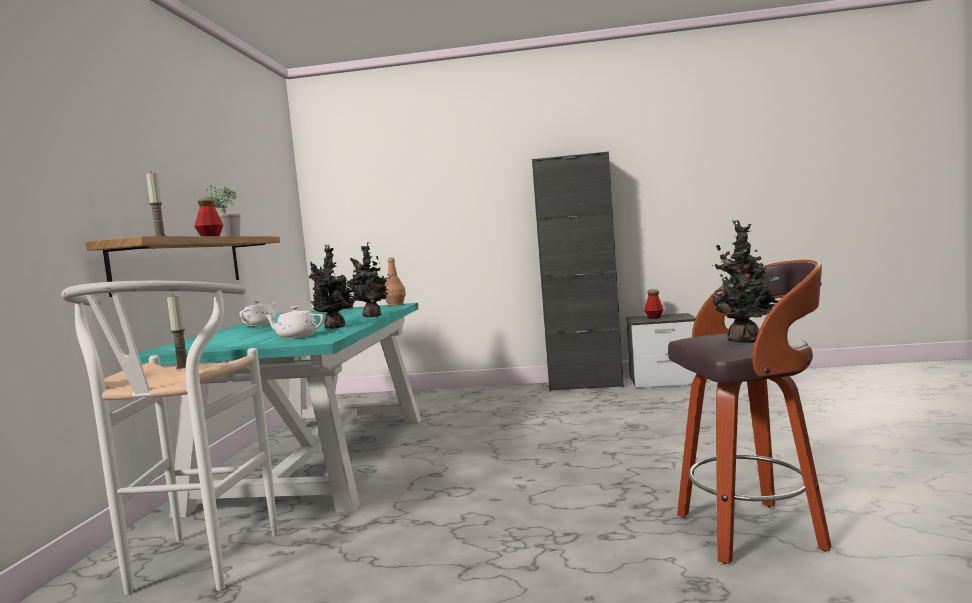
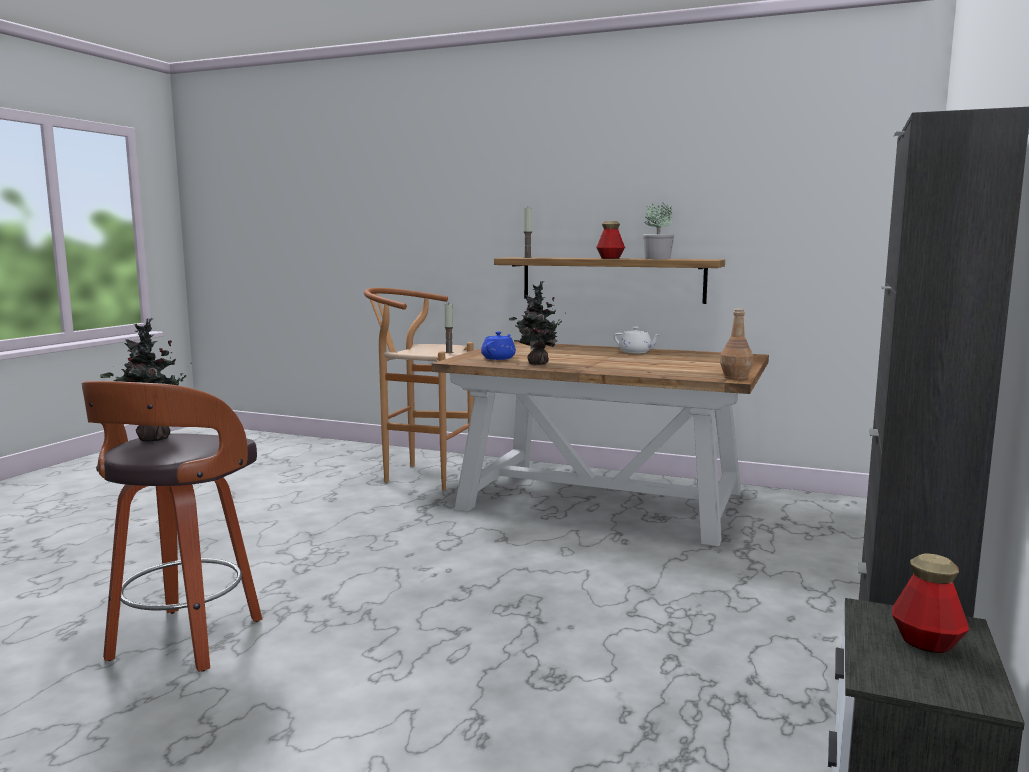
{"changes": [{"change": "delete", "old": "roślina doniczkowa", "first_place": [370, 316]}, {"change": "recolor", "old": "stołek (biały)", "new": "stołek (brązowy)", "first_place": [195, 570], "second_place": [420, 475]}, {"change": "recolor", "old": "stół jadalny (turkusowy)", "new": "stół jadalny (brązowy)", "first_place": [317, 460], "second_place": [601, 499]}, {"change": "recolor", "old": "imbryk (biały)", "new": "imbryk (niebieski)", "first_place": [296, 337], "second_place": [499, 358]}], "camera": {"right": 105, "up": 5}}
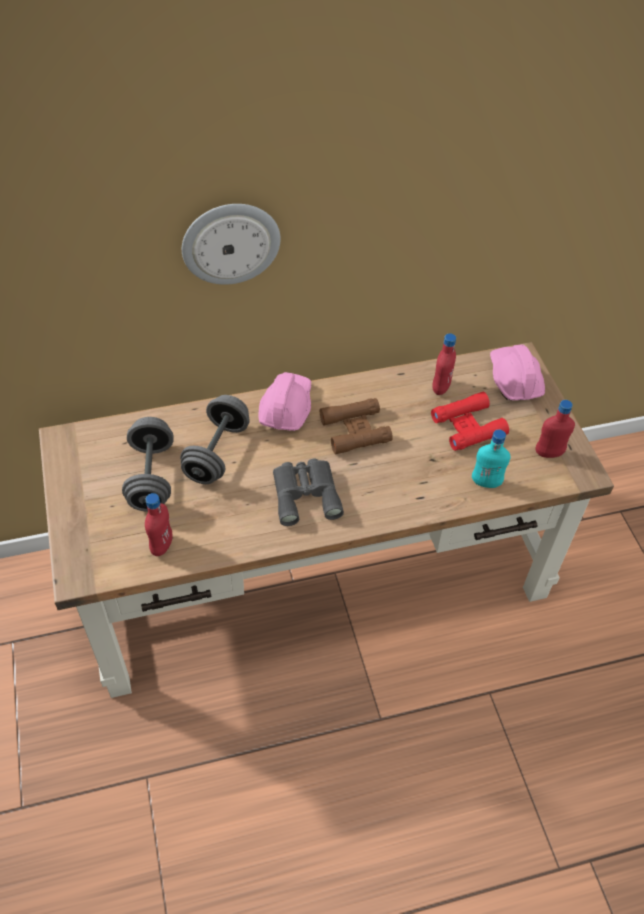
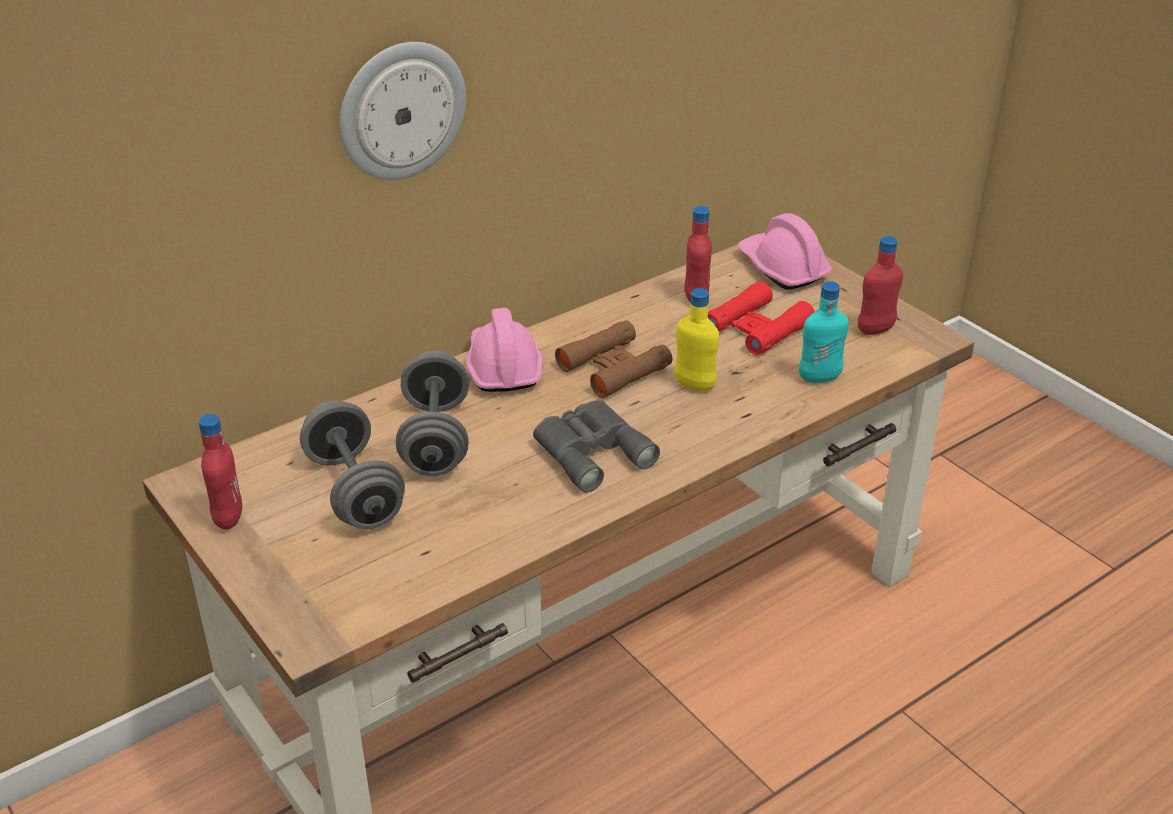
{"changes": [{"change": "move", "old": "butelka (czerwony)", "first_place": [162, 545], "second_place": [228, 518]}, {"change": "insert", "new": "butelka (żółty)", "second_place": [694, 385]}], "camera": {"right": -20, "up": -15}}
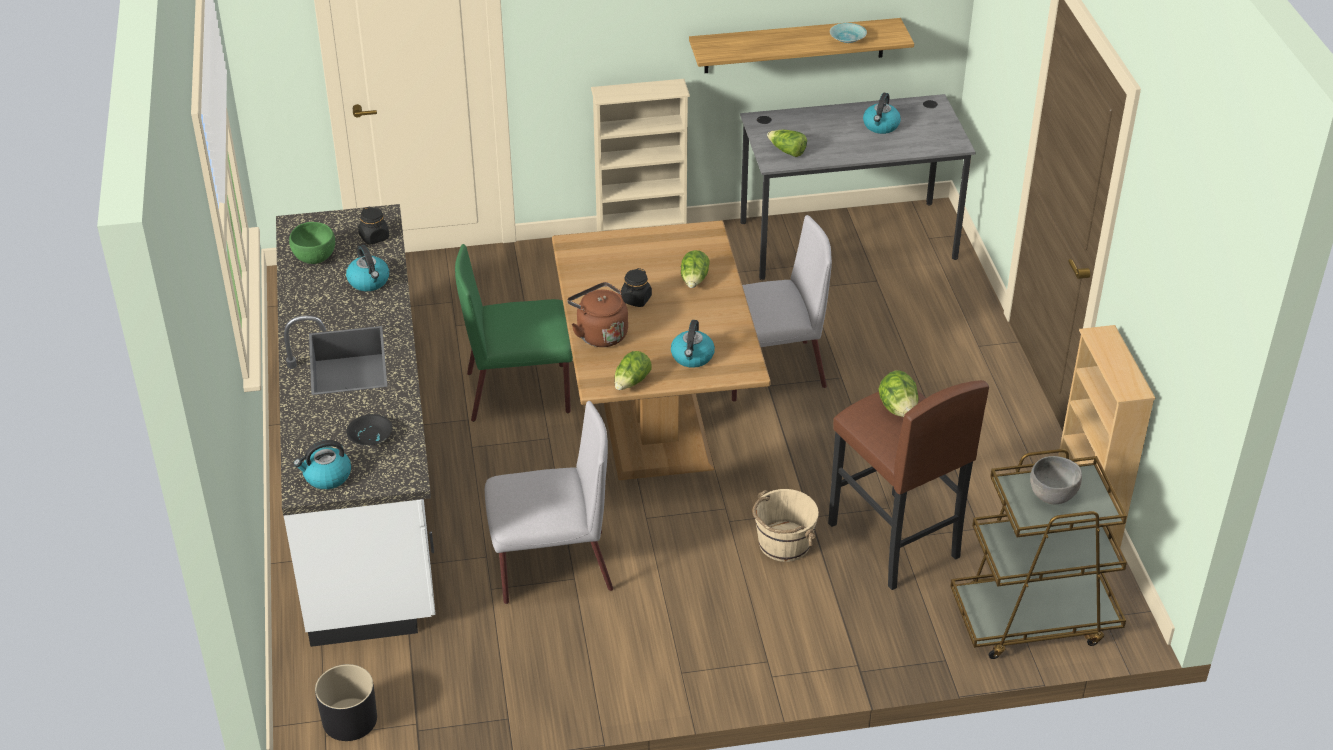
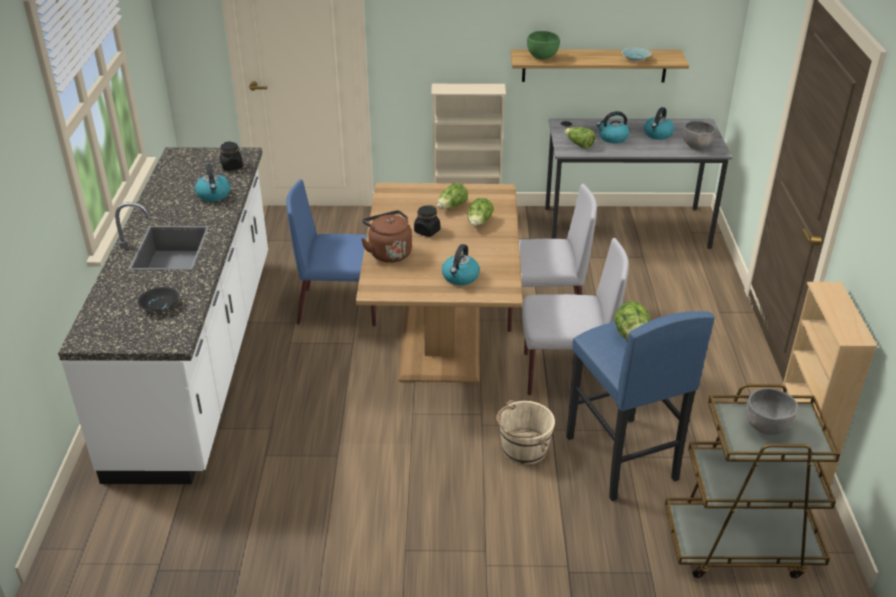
{"changes": [{"change": "move", "old": "miska (zielony)", "first_place": [314, 258], "second_place": [542, 57]}, {"change": "recolor", "old": "krzesło (zielony)", "new": "krzesło (niebieski)", "first_place": [520, 392], "second_place": [342, 307]}, {"change": "move", "old": "sałata", "first_place": [631, 382], "second_place": [452, 207]}, {"change": "recolor", "old": "stołek (brązowy)", "new": "stołek (niebieski)", "first_place": [893, 541], "second_place": [620, 458]}, {"change": "move", "old": "krzesło (szary)", "first_place": [551, 567], "second_place": [566, 374]}, {"change": "move", "old": "czajnik", "first_place": [327, 476], "second_place": [612, 138]}, {"change": "delete", "old": "donica (czarny)", "first_place": [349, 719]}, {"change": "insert", "new": "miska (szary)", "second_place": [697, 146]}], "camera": {"right": 10, "up": -5}}
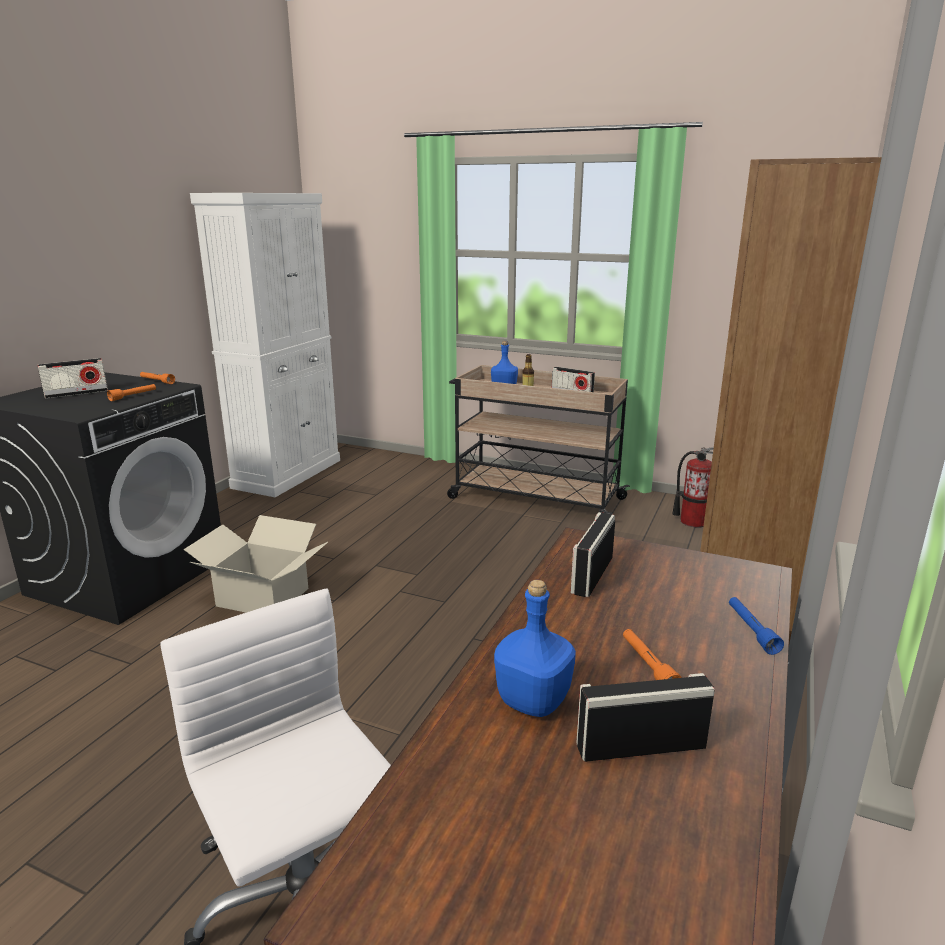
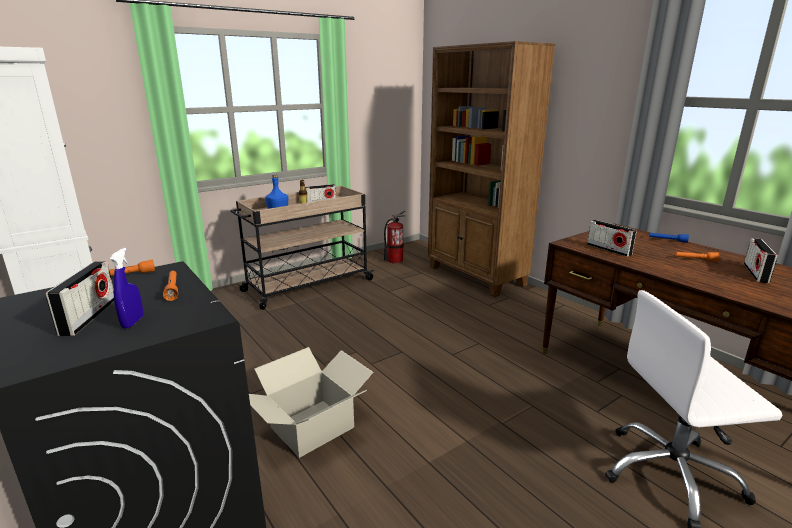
{"changes": [{"change": "delete", "old": "butelka (niebieski)", "first_place": [531, 700]}, {"change": "insert", "new": "spryskiwacz (niebieski)", "second_place": [133, 322]}], "camera": {"right": -60, "up": 0}}
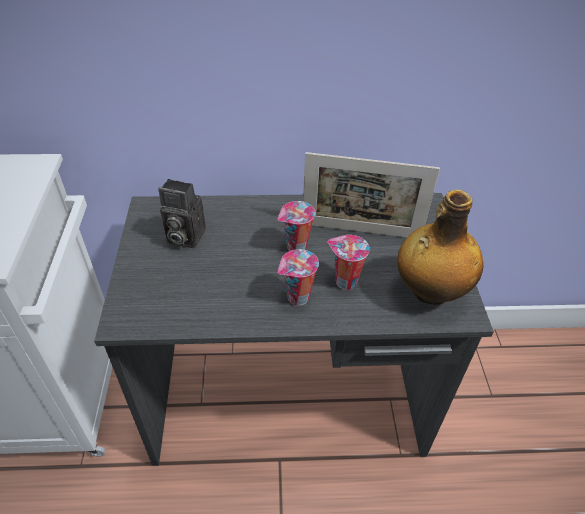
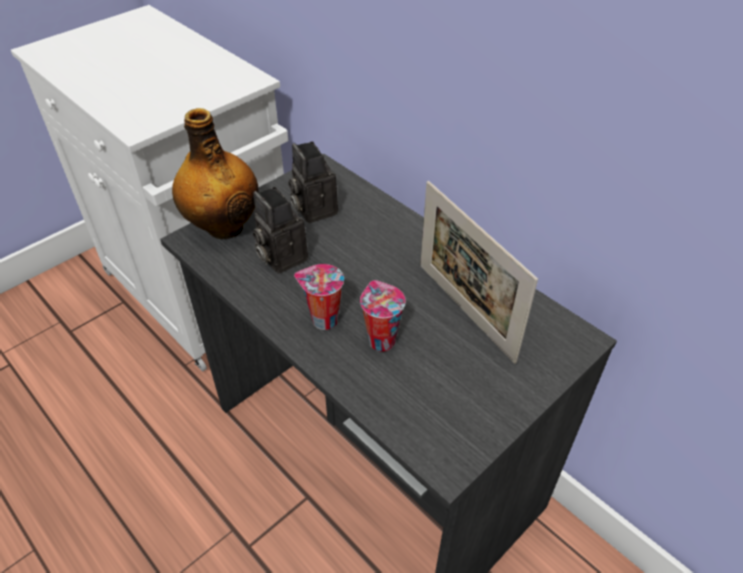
{"changes": [{"change": "move", "old": "butelka", "first_place": [429, 292], "second_place": [224, 226]}, {"change": "delete", "old": "filiżanka", "first_place": [295, 247]}, {"change": "insert", "new": "aparat fotograficzny", "second_place": [280, 257]}], "camera": {"right": 50, "up": 0}}
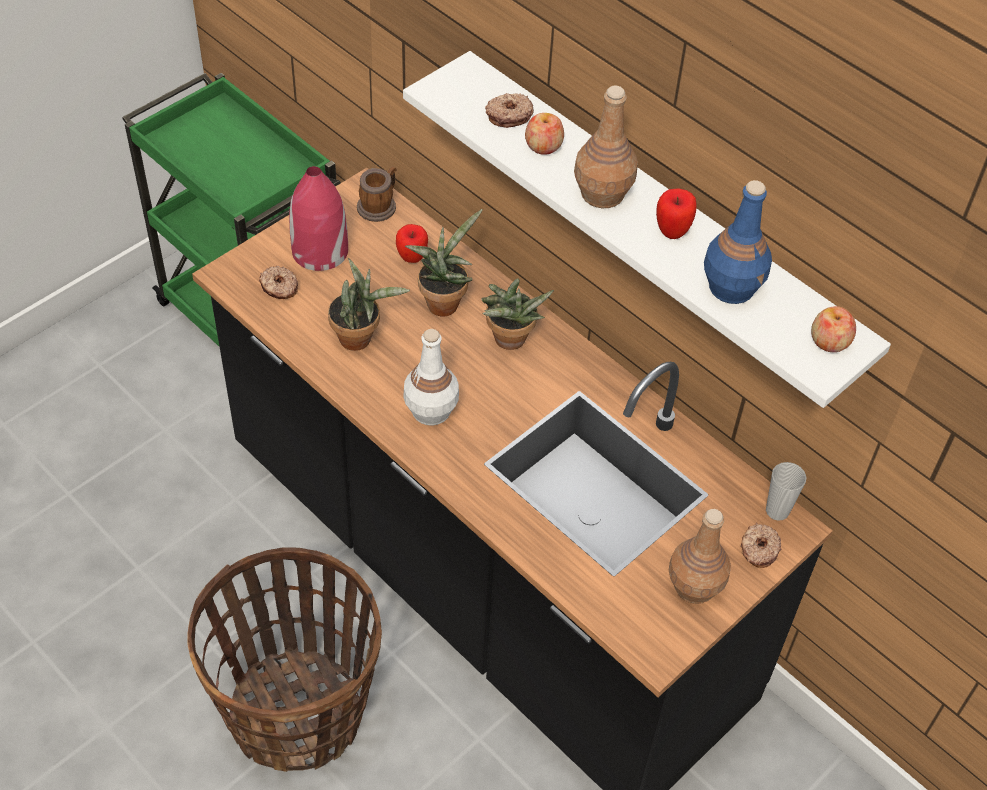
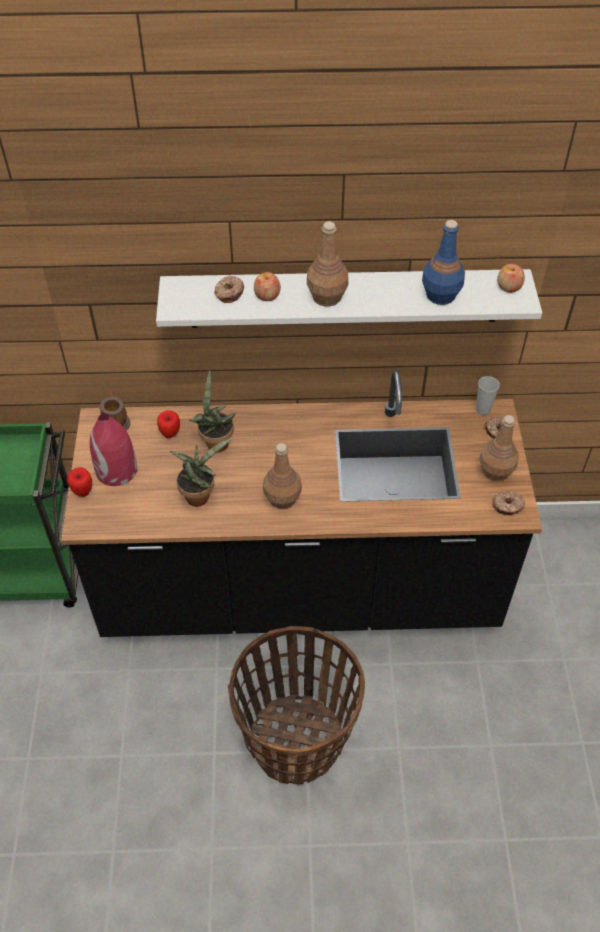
{"changes": [{"change": "move", "old": "jabłko", "first_place": [672, 231], "second_place": [83, 492]}, {"change": "move", "old": "donut", "first_place": [279, 288], "second_place": [507, 506]}, {"change": "delete", "old": "roślina doniczkowa", "first_place": [509, 342]}, {"change": "recolor", "old": "butelka (biały)", "new": "butelka (brązowy)", "first_place": [430, 410], "second_place": [282, 498]}], "camera": {"right": -45, "up": 0}}
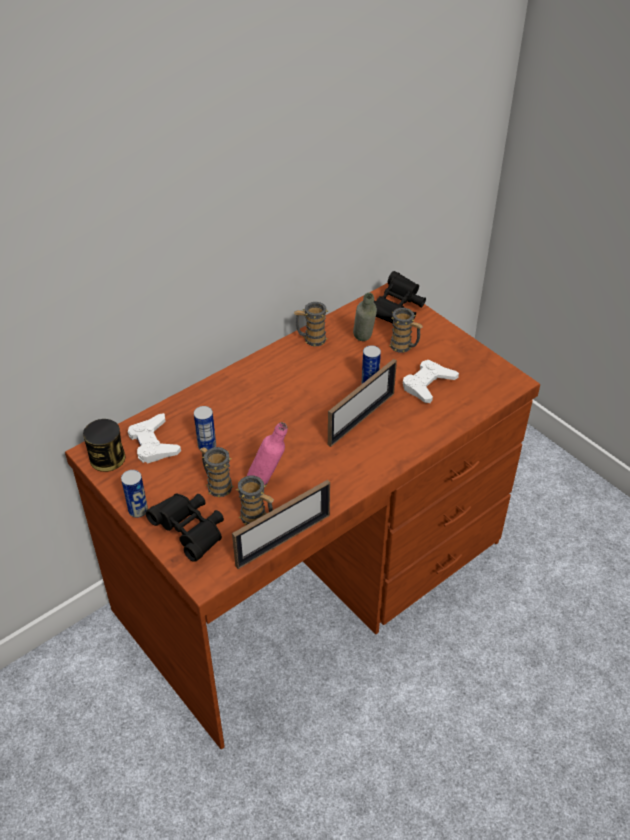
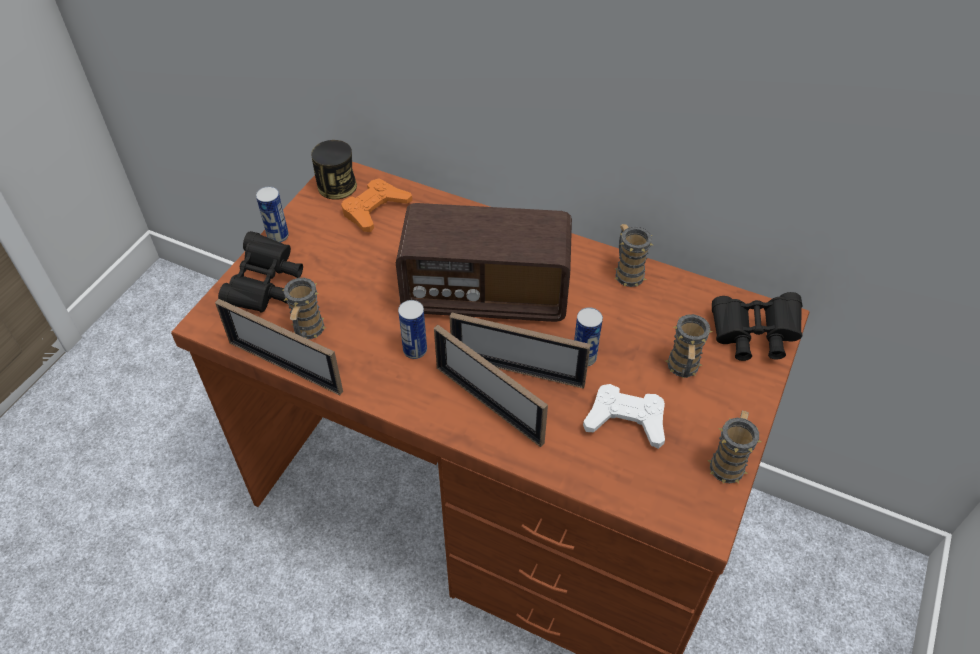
{"changes": [{"change": "delete", "old": "butelka (szary)", "first_place": [363, 342]}, {"change": "move", "old": "puszka", "first_place": [207, 446], "second_place": [415, 350]}, {"change": "recolor", "old": "pad do gier (biały)", "new": "pad do gier (pomarańczowy)", "first_place": [153, 443], "second_place": [375, 209]}, {"change": "delete", "old": "butelka (różowy)", "first_place": [268, 483]}, {"change": "move", "old": "kubek", "first_place": [216, 485], "second_place": [728, 462]}, {"change": "insert", "new": "radio", "second_place": [486, 294]}, {"change": "insert", "new": "ramka na zdjęcie", "second_place": [489, 404]}], "camera": {"right": 65, "up": 5}}
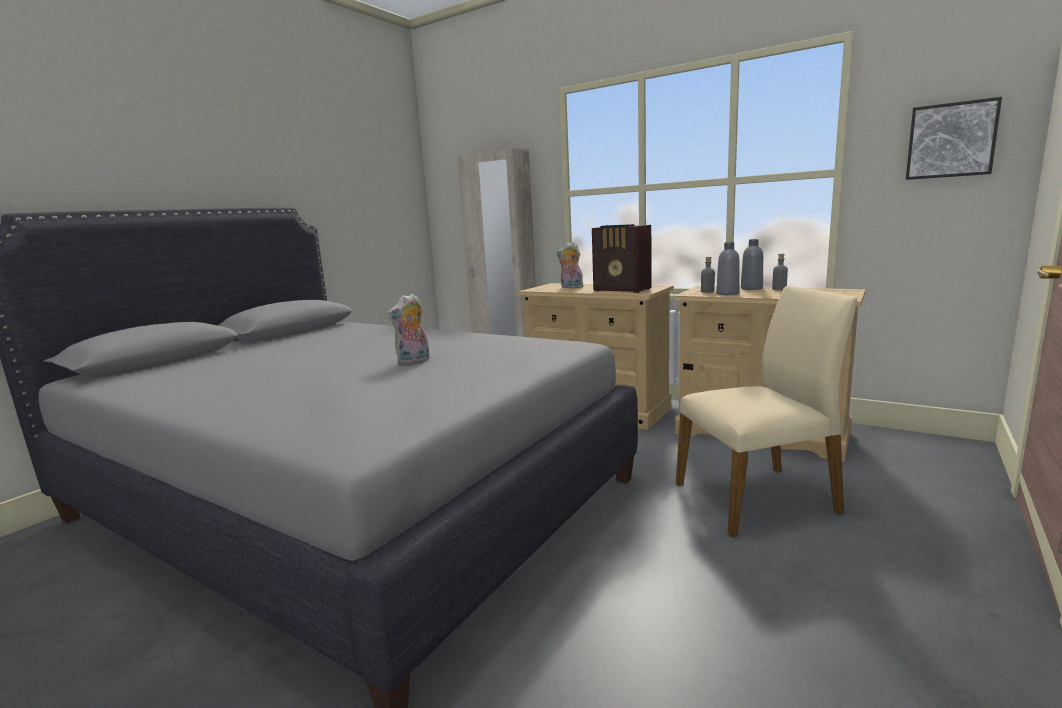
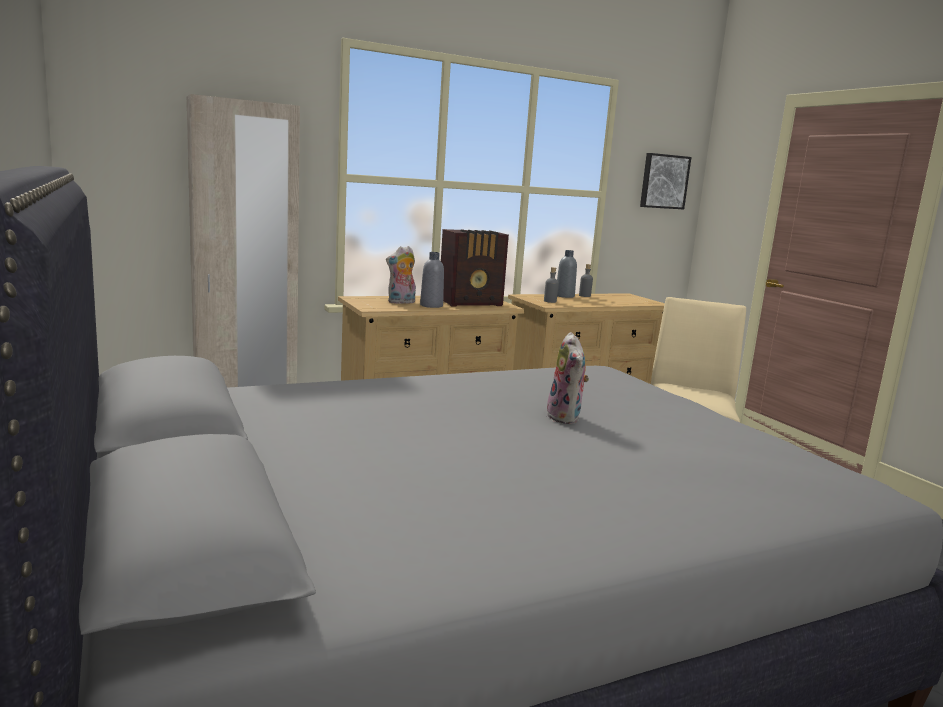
{"changes": [{"change": "move", "old": "butelka (szary)", "first_place": [727, 293], "second_place": [431, 305]}], "camera": {"right": -60, "up": 0}}
